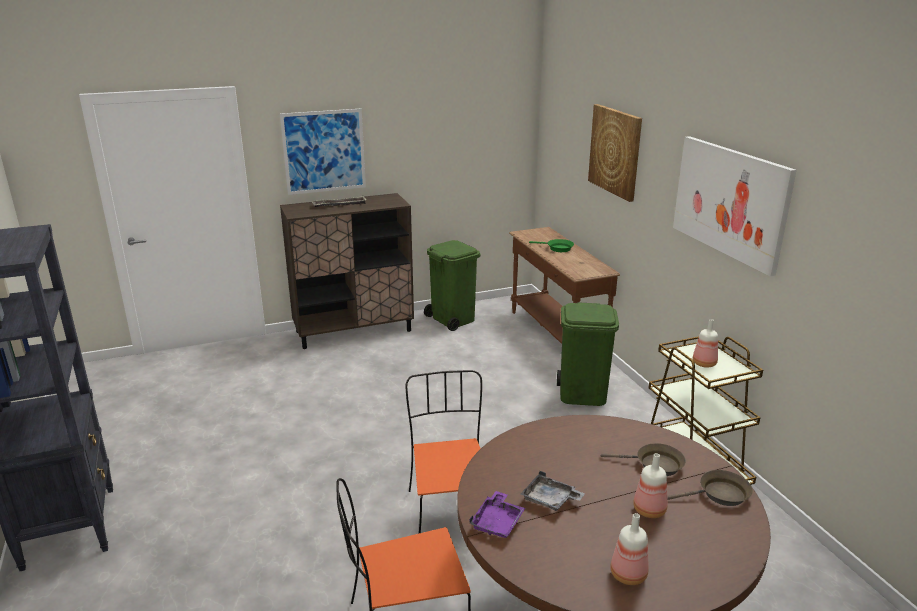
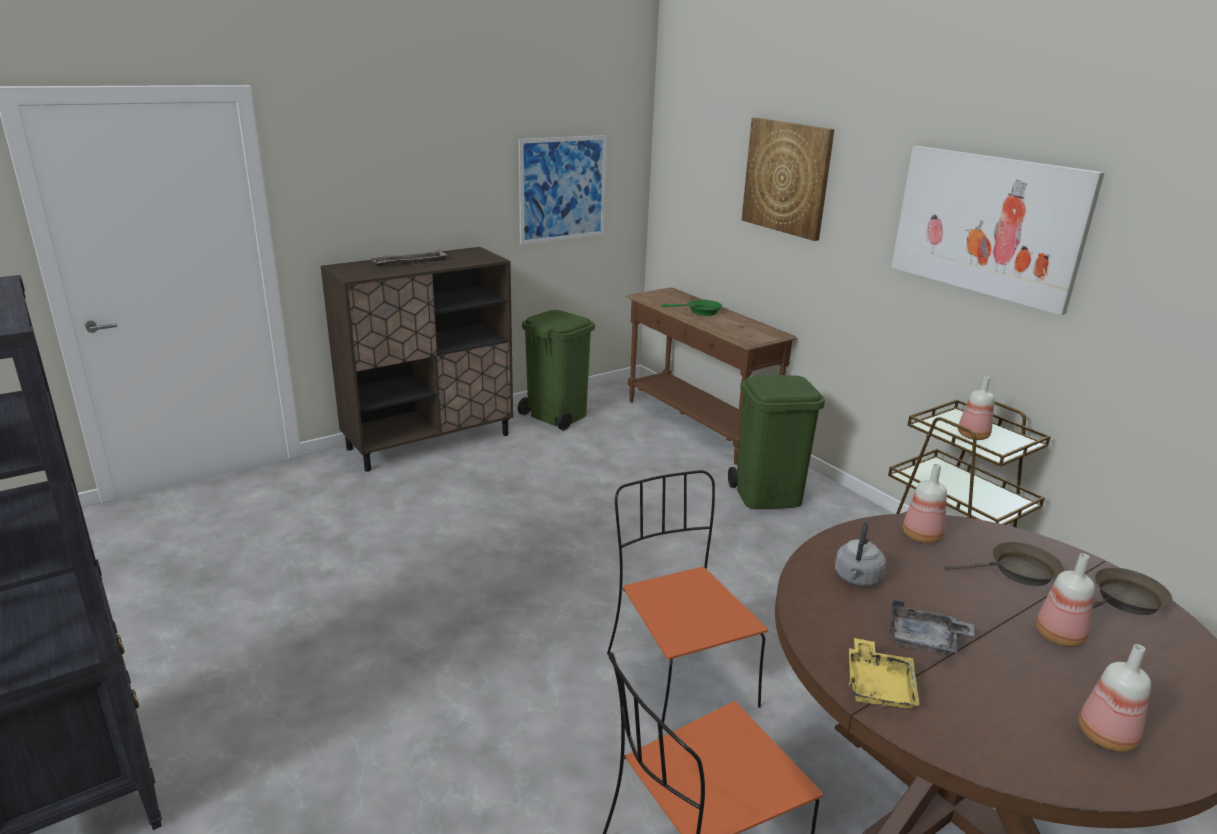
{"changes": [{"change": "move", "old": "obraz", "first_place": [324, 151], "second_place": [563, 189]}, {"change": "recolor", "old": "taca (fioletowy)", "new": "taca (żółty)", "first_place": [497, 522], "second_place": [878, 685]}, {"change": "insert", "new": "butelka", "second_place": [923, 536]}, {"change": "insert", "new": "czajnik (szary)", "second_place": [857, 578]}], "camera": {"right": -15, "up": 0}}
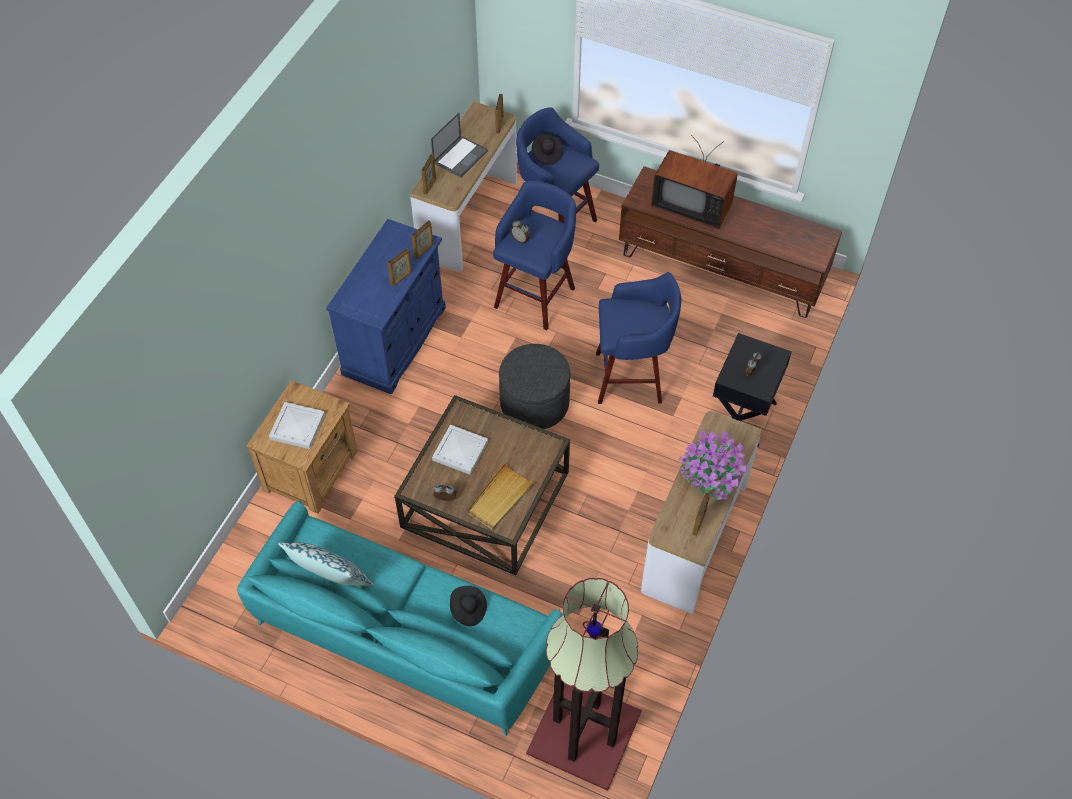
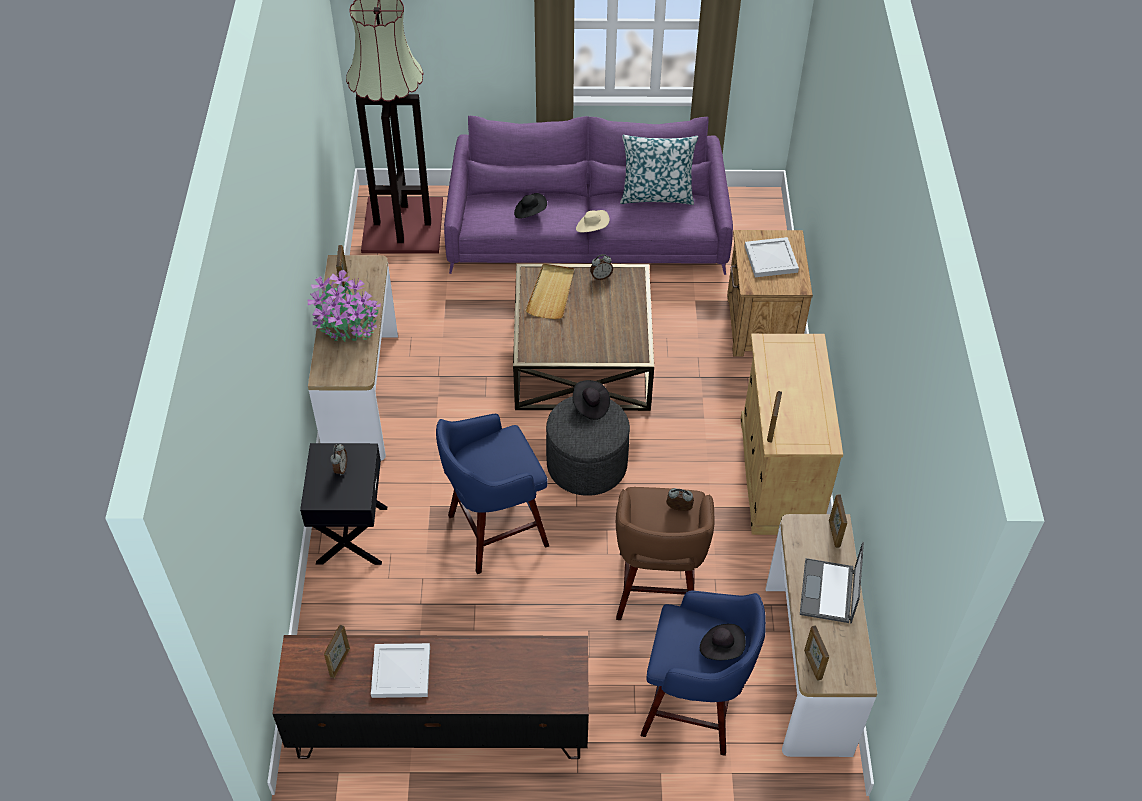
{"changes": [{"change": "delete", "old": "telewizor", "first_place": [692, 205]}, {"change": "recolor", "old": "stołek (niebieski)", "new": "stołek (brązowy)", "first_place": [536, 296], "second_place": [657, 591]}, {"change": "recolor", "old": "szafka (niebieski)", "new": "szafka (beżowy)", "first_place": [395, 341], "second_place": [779, 475]}, {"change": "move", "old": "ramka na zdjęcie", "first_place": [401, 278], "second_place": [339, 662]}, {"change": "move", "old": "taca (biały)", "first_place": [460, 451], "second_place": [400, 671]}, {"change": "recolor", "old": "kanapa (turkusowy)", "new": "kanapa (fioletowy)", "first_place": [404, 635], "second_place": [587, 237]}, {"change": "insert", "new": "kapelusz (beżowy)", "second_place": [592, 228]}, {"change": "insert", "new": "kapelusz (czarny)", "second_place": [590, 406]}], "camera": {"right": 155, "up": -5}}
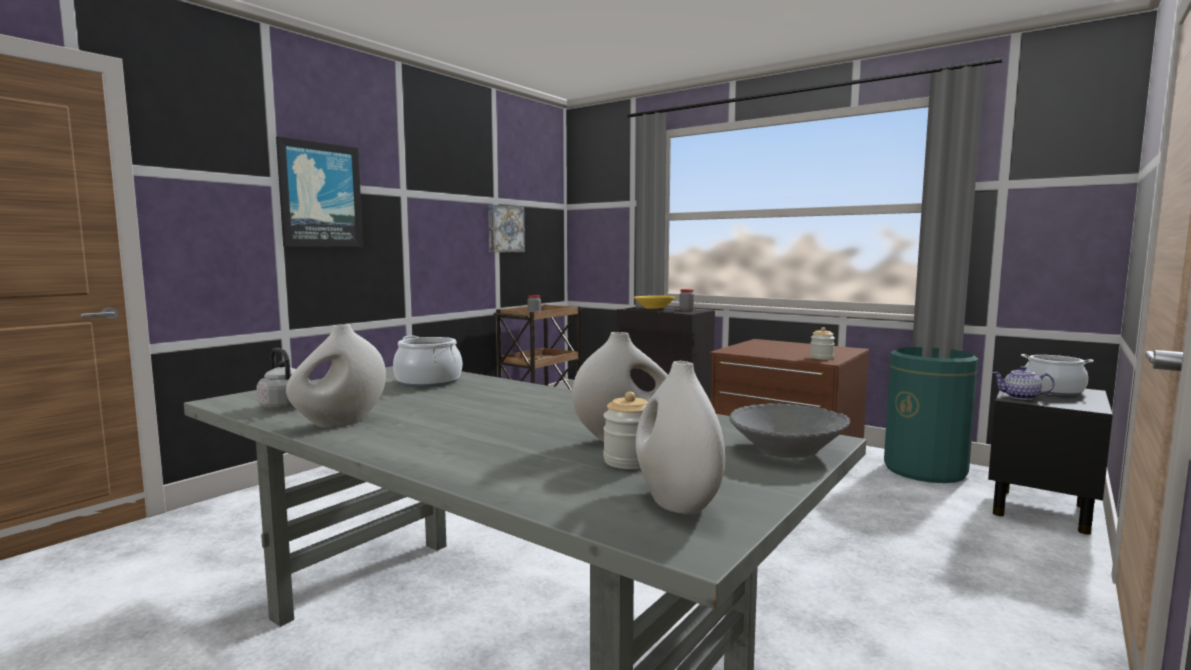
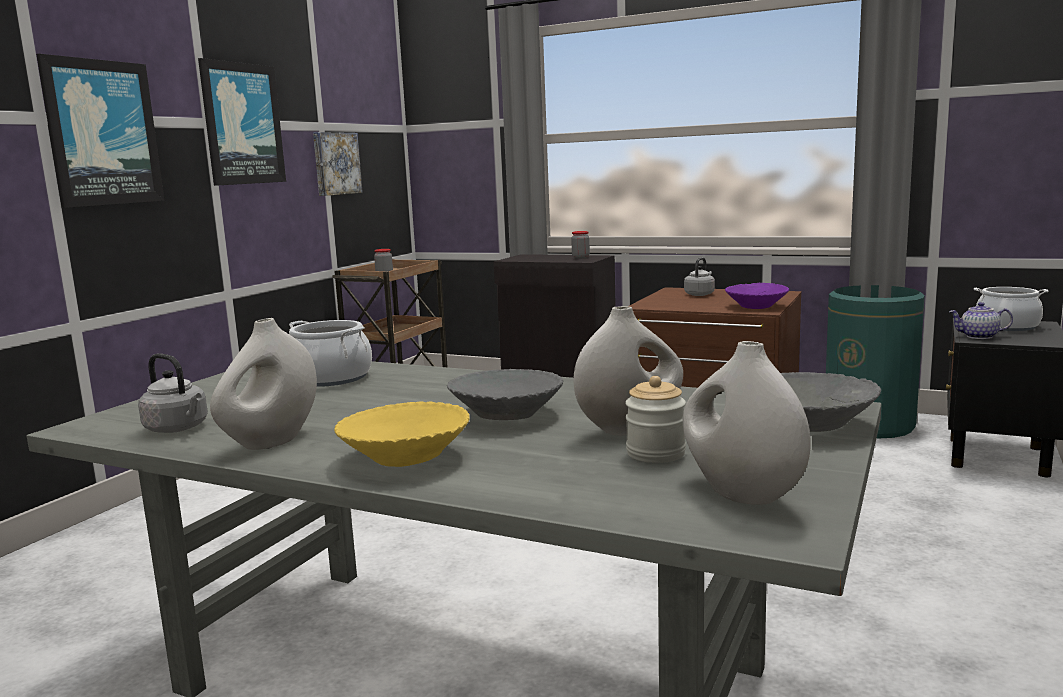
{"changes": [{"change": "move", "old": "miska (żółty)", "first_place": [654, 308], "second_place": [405, 458]}, {"change": "replace", "old": "słoik", "new": "miska (fioletowy)", "first_place": [821, 358], "second_place": [756, 306]}, {"change": "insert", "new": "obraz", "second_place": [242, 124]}, {"change": "insert", "new": "czajnik (szary)", "second_place": [700, 294]}, {"change": "insert", "new": "miska (szary)", "second_place": [506, 414]}], "camera": {"right": -10, "up": 5}}
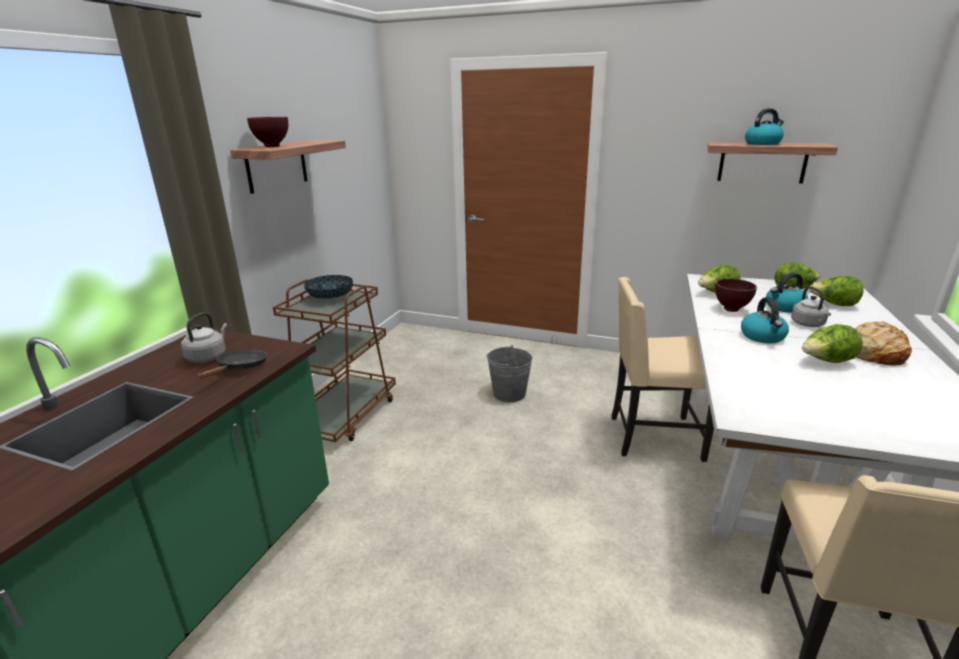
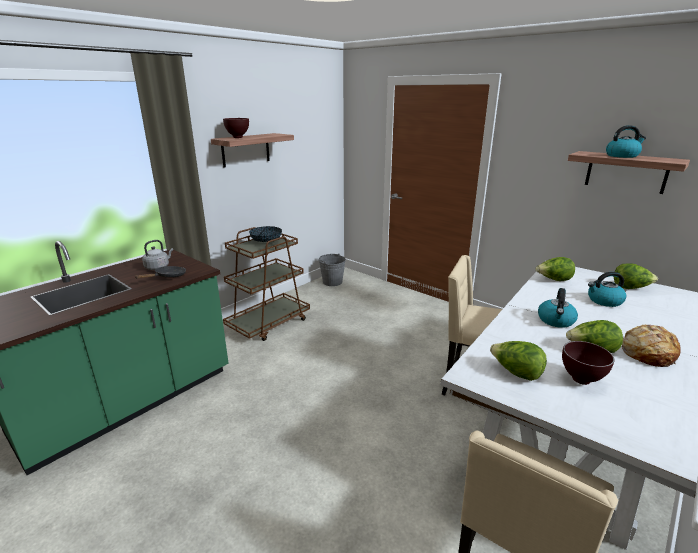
{"changes": [{"change": "move", "old": "sałata", "first_place": [833, 304], "second_place": [516, 373]}, {"change": "move", "old": "miska (brązowy)", "first_place": [731, 309], "second_place": [581, 379]}, {"change": "delete", "old": "czajnik (szary)", "first_place": [808, 324]}, {"change": "move", "old": "wiadro (szary)", "first_place": [509, 393], "second_place": [332, 282]}], "camera": {"right": 20, "up": 0}}
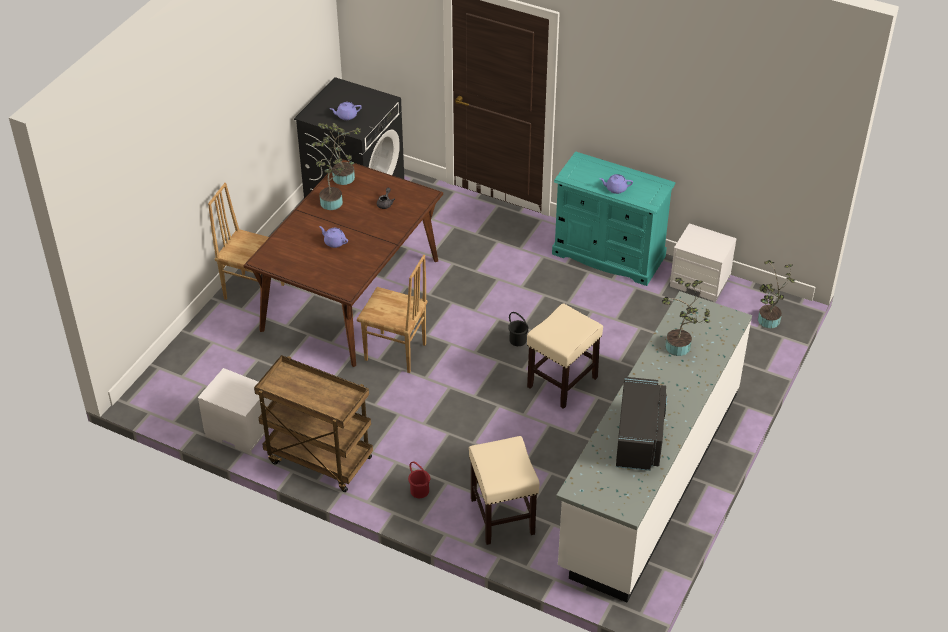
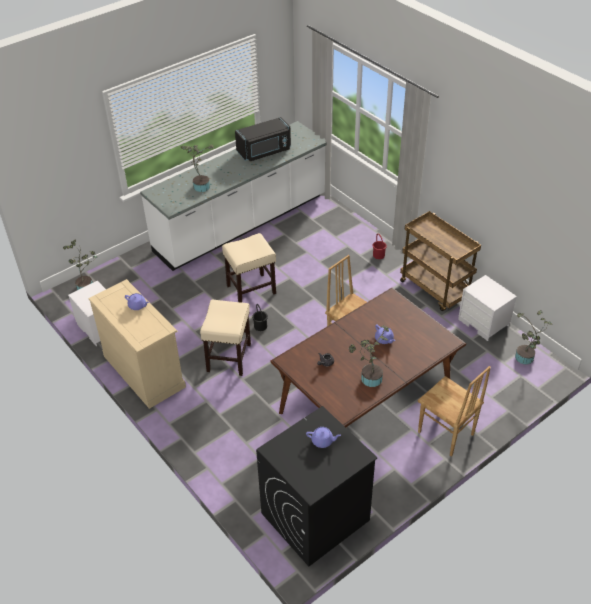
{"changes": [{"change": "move", "old": "roślina doniczkowa", "first_place": [342, 176], "second_place": [524, 359]}, {"change": "recolor", "old": "komoda (turkusowy)", "new": "komoda (beżowy)", "first_place": [608, 255], "second_place": [144, 371]}, {"change": "rotate", "old": "mikrofalówka (czarny)", "first_place": [640, 439], "second_place": [264, 151], "degrees": -150}, {"change": "move", "old": "stołek (beżowy)", "first_place": [503, 517], "second_place": [229, 357]}], "camera": {"right": -155, "up": 0}}
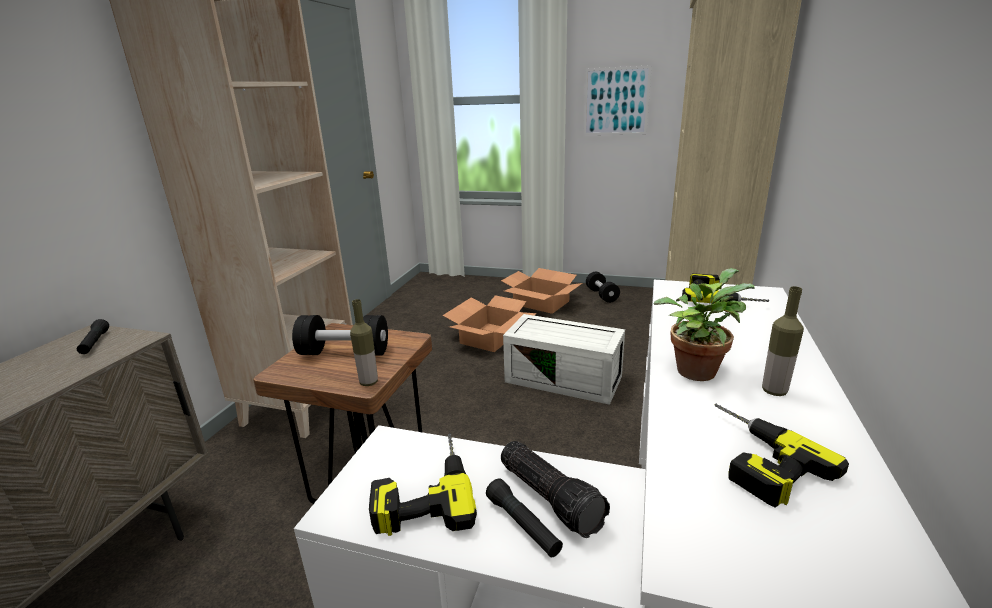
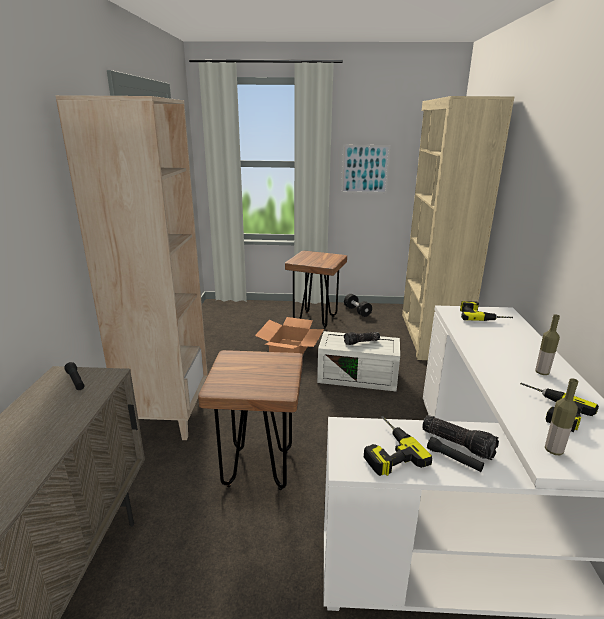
{"changes": [{"change": "replace", "old": "karton", "new": "stołek (brązowy)", "first_place": [541, 303], "second_place": [315, 320]}, {"change": "delete", "old": "roślina doniczkowa", "first_place": [696, 369]}, {"change": "move", "old": "butelka", "first_place": [369, 382], "second_place": [553, 450]}, {"change": "delete", "old": "hantel (czarny)", "first_place": [344, 352]}, {"change": "insert", "new": "latarka", "second_place": [361, 342]}], "camera": {"right": -15, "up": 0}}
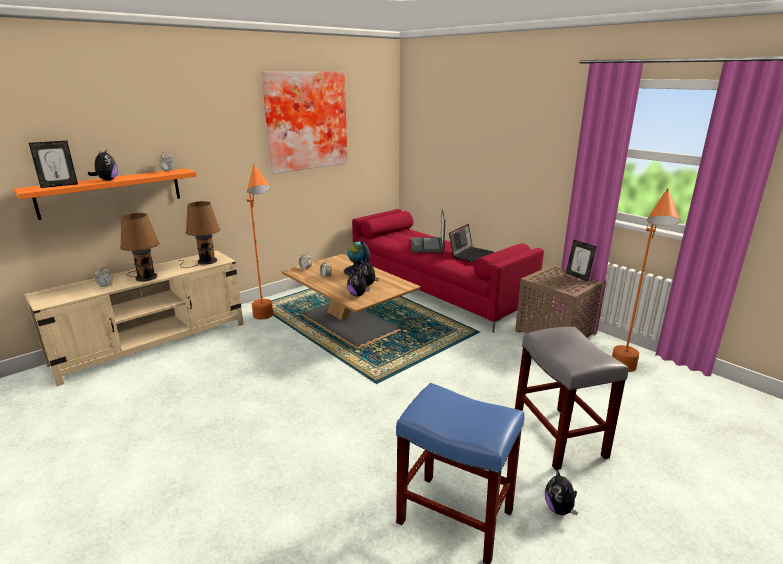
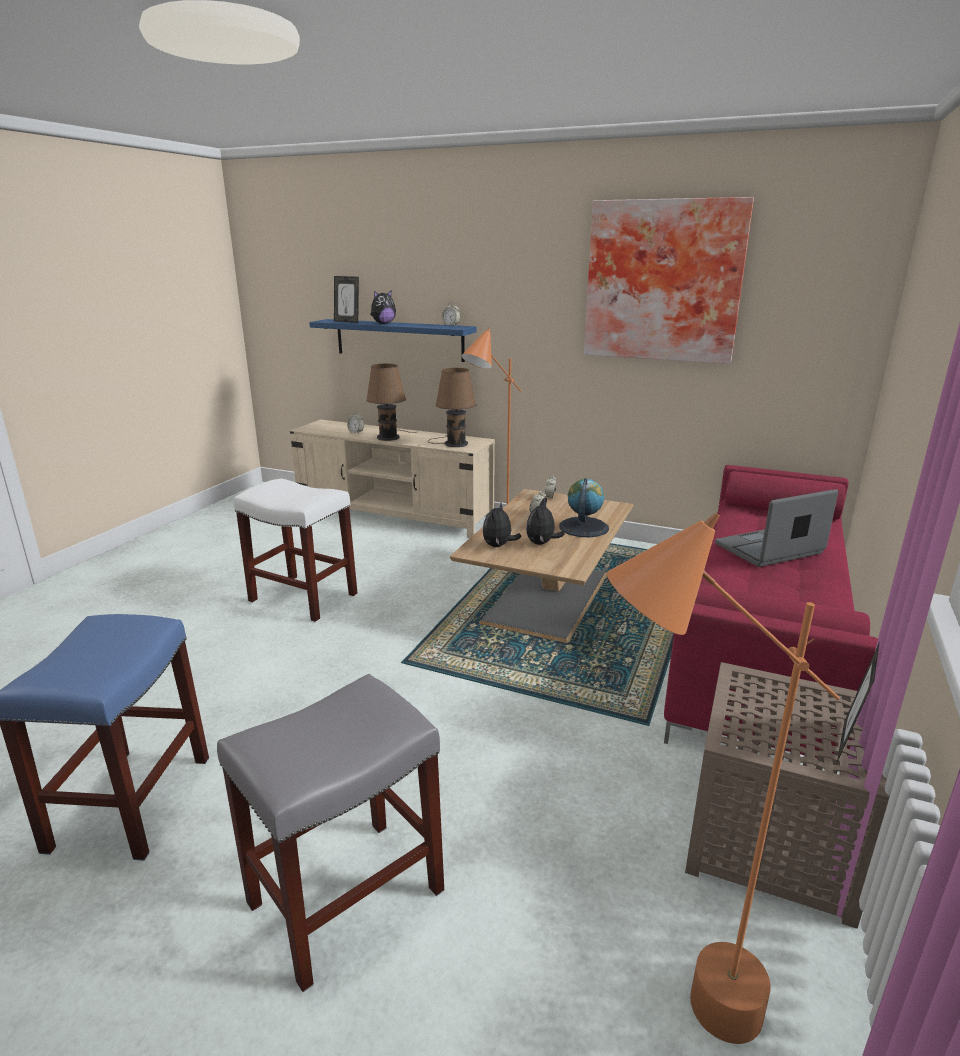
{"changes": [{"change": "recolor", "old": "półka (pomarańczowy)", "new": "półka (niebieski)", "first_place": [111, 193], "second_place": [399, 340]}, {"change": "delete", "old": "laptop", "first_place": [471, 255]}, {"change": "delete", "old": "pluszak", "first_place": [559, 509]}, {"change": "insert", "new": "stołek (biały)", "second_place": [304, 598]}], "camera": {"right": 65, "up": 0}}
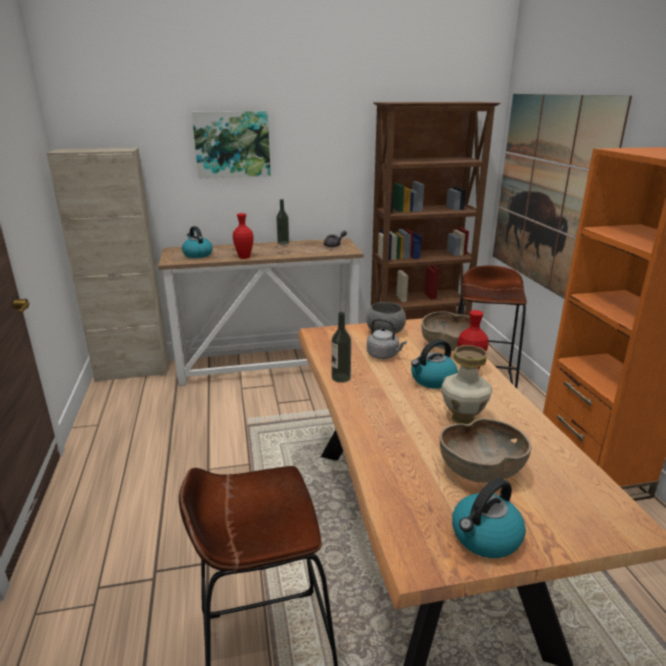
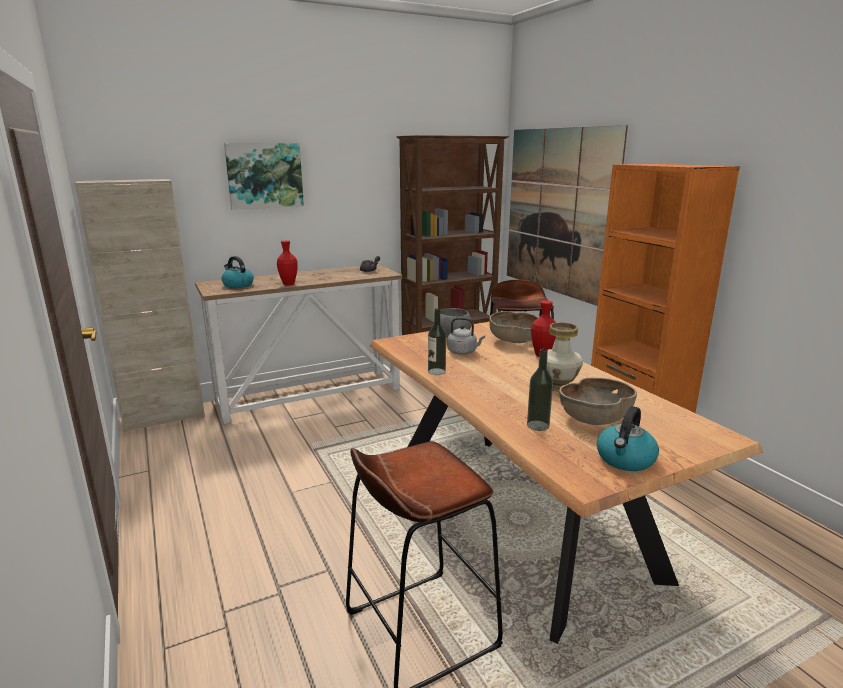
{"changes": [{"change": "move", "old": "butelka", "first_place": [283, 243], "second_place": [538, 425]}, {"change": "delete", "old": "czajnik", "first_place": [432, 380]}], "camera": {"right": -15, "up": -5}}
